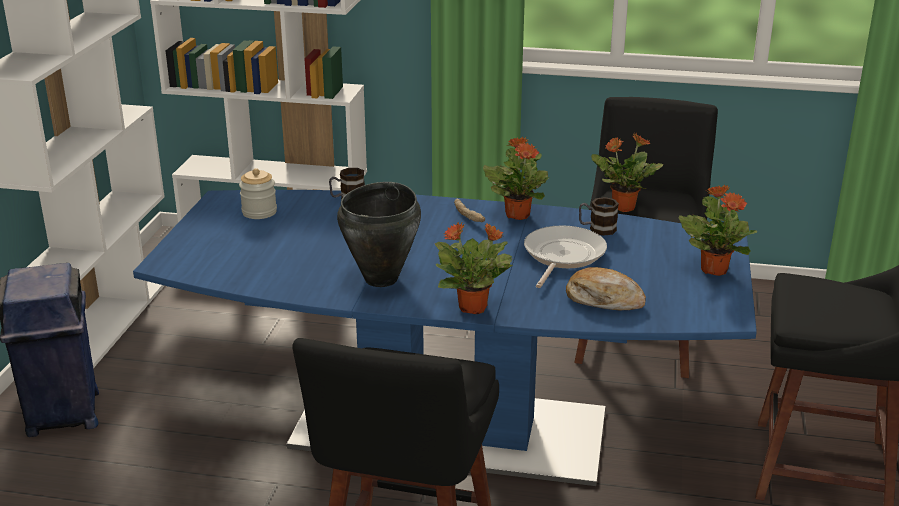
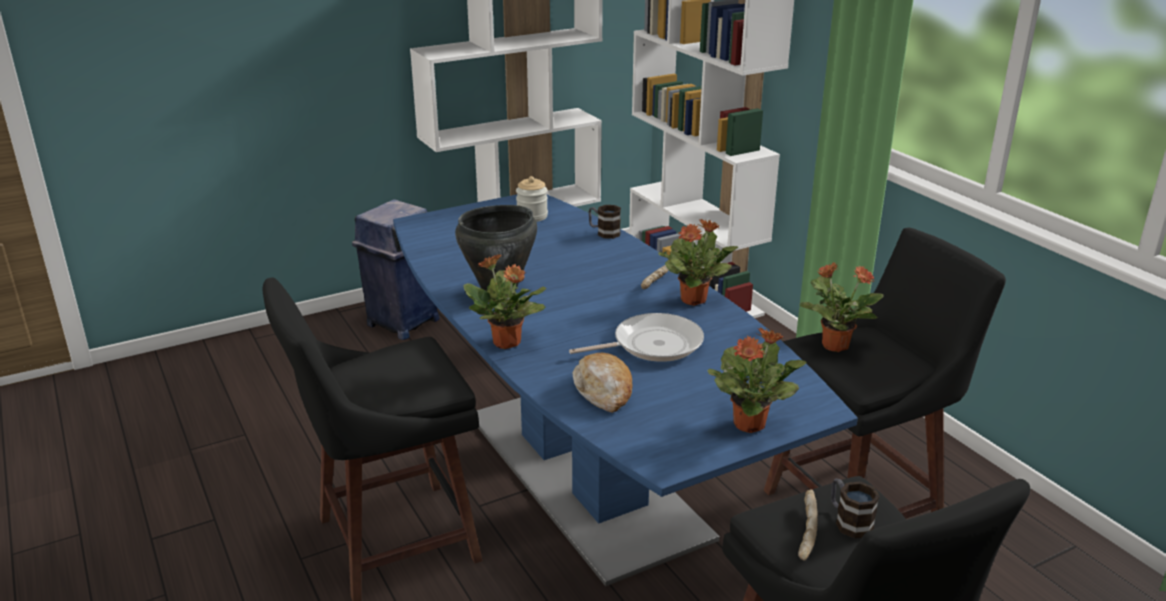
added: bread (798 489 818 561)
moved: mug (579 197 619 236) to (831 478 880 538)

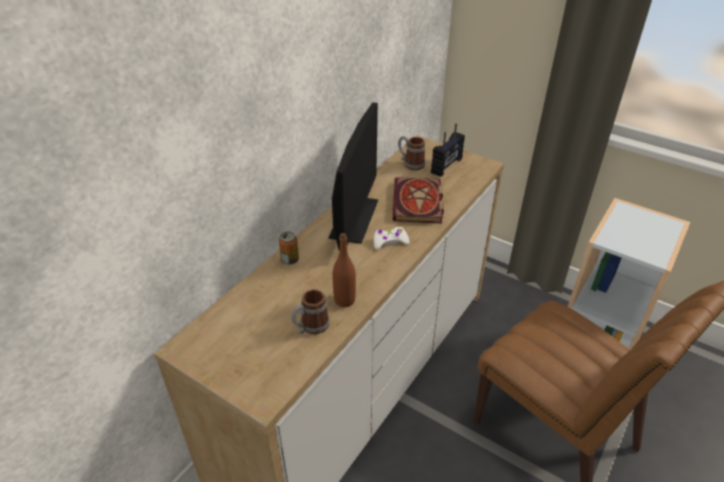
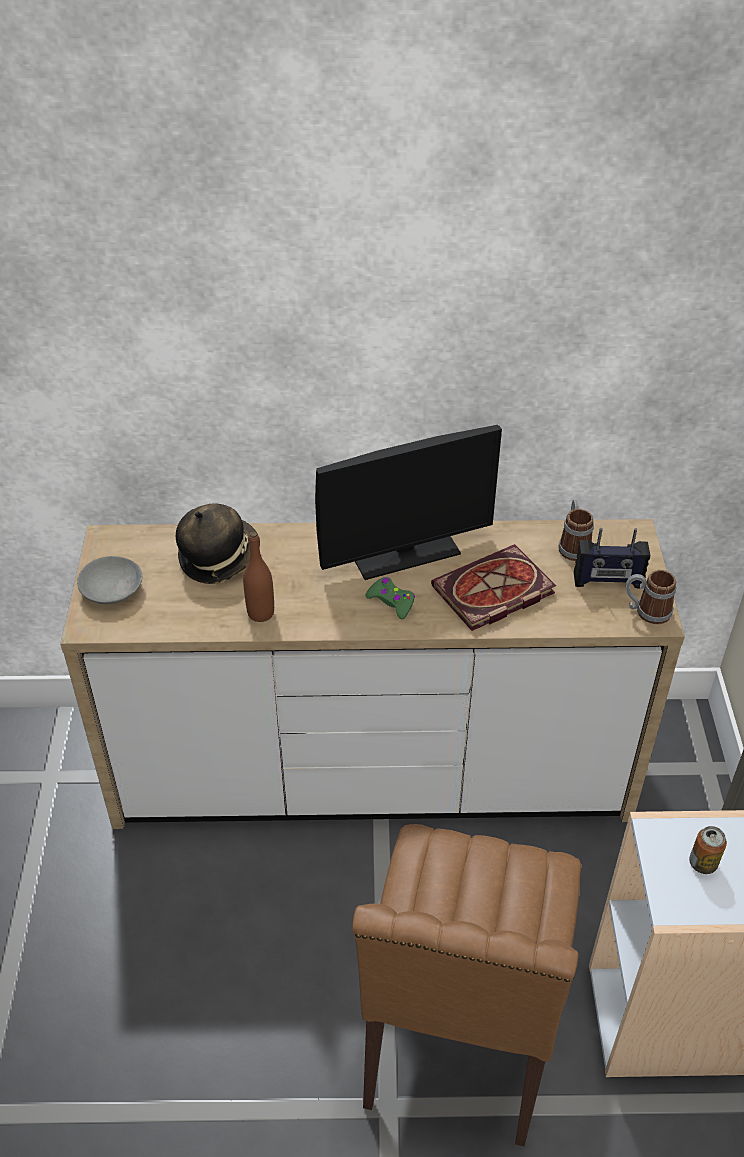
added: grey bowl (77 556 142 604); hat (176 503 260 584)
moved: mug (291 289 330 334) to (626 570 677 624); can (279 232 299 265) to (689 826 727 874)
recoloured: white game controller (374 227 410 249) to green game controller (365 577 415 619)

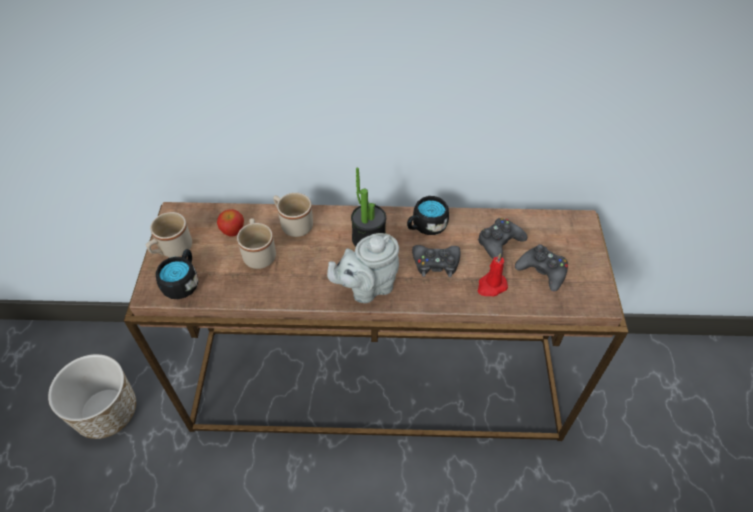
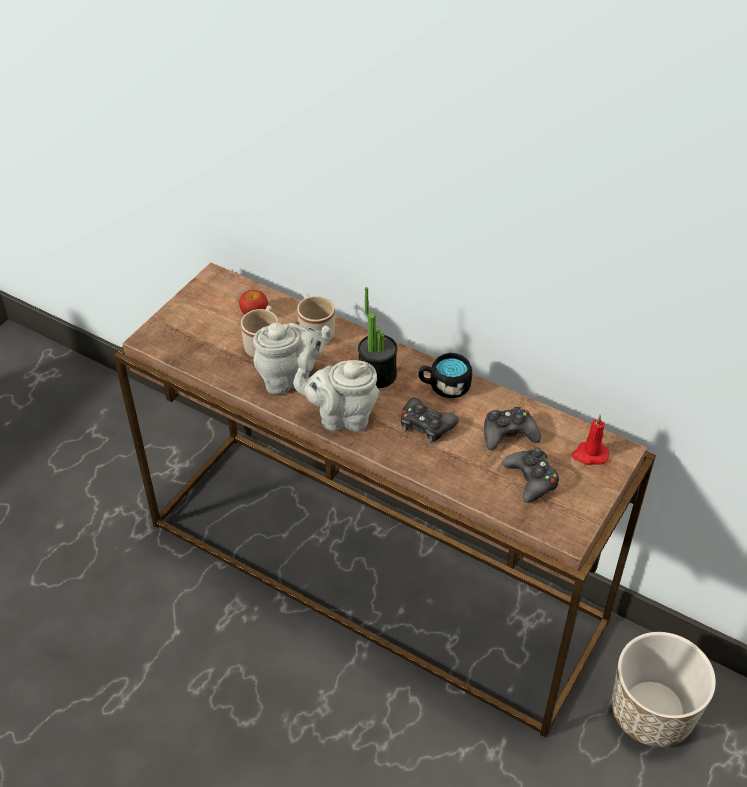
removed: beige mug (146 212 192 257); black mug (156 249 198 299)
added: grey teapot (253 323 333 394)
moved: red candle (478 253 508 296) to (571 415 609 465); planter (48 354 136 439) to (612 632 716 747)

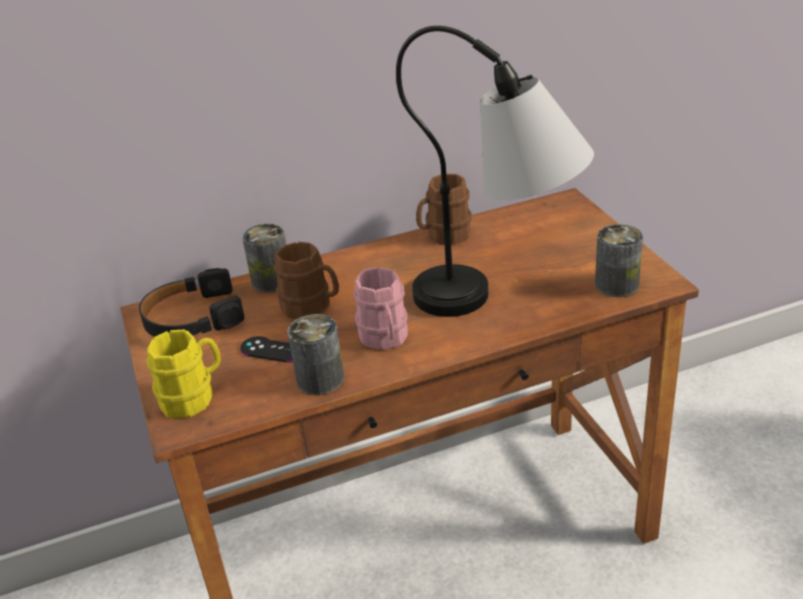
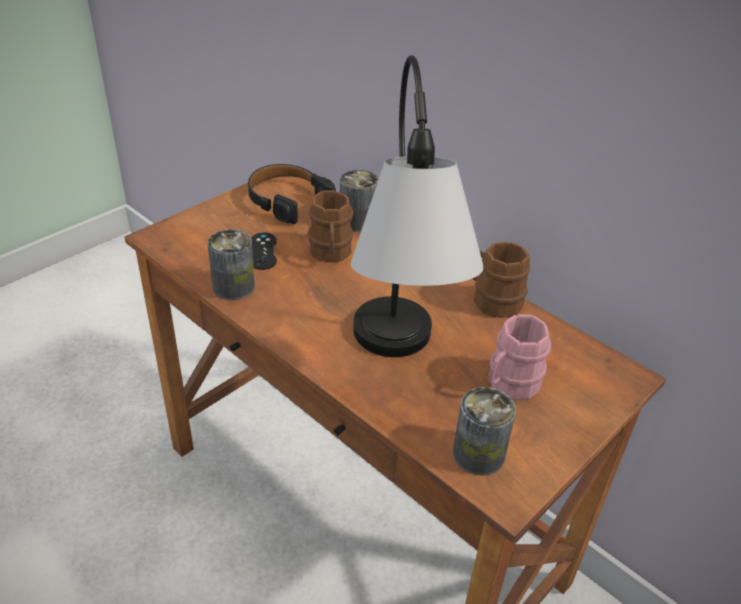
removed: yellow mug (146 329 221 418)
moved: pink mug (354 267 408 350) to (488 314 551 400)

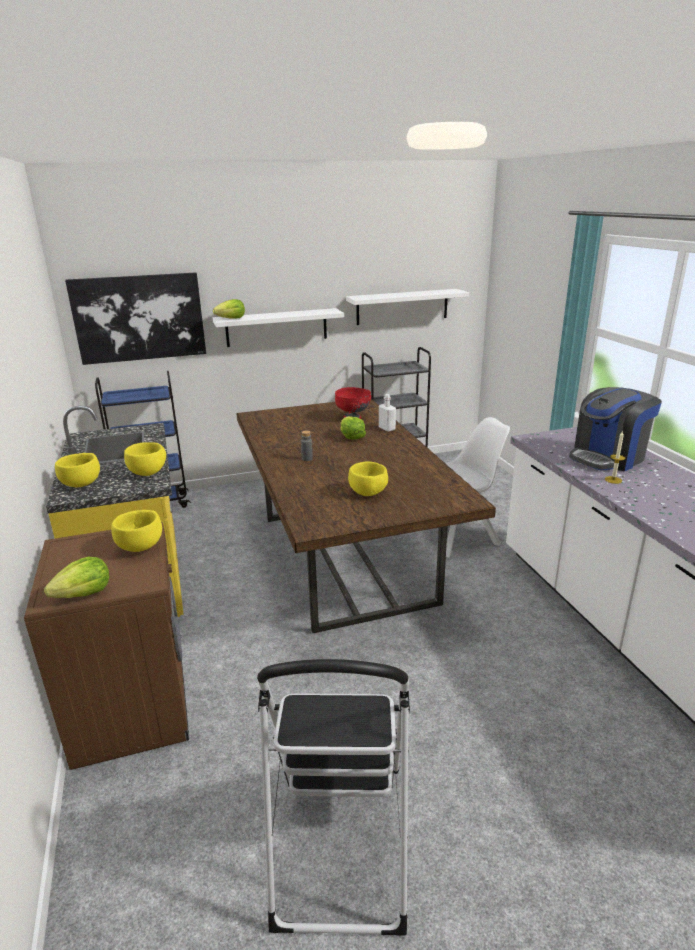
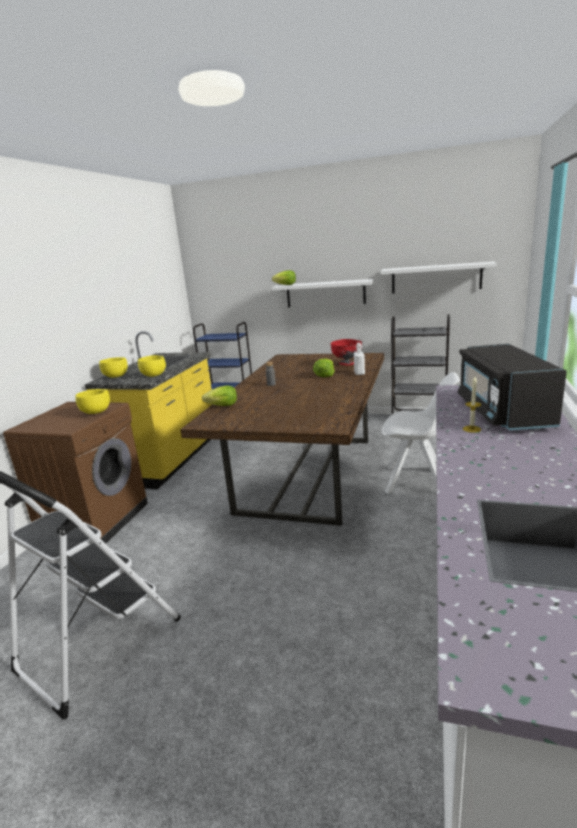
removed: picture (65 272 206 365); yellow bowl (348 462 388 496)
moved: lettuce (44 557 109 598) to (202 386 237 406)
replaced: coffee machine (569 387 662 471) to black microwave (458 344 567 430)

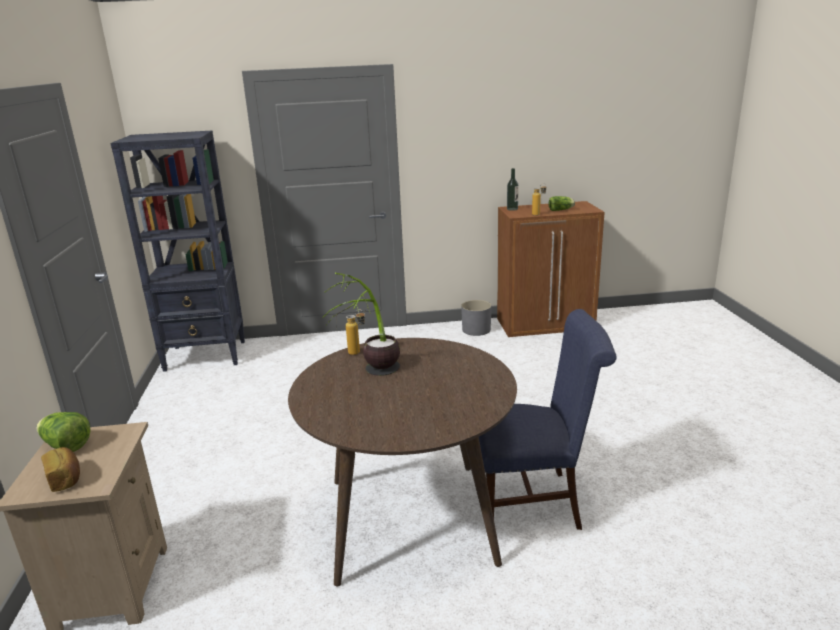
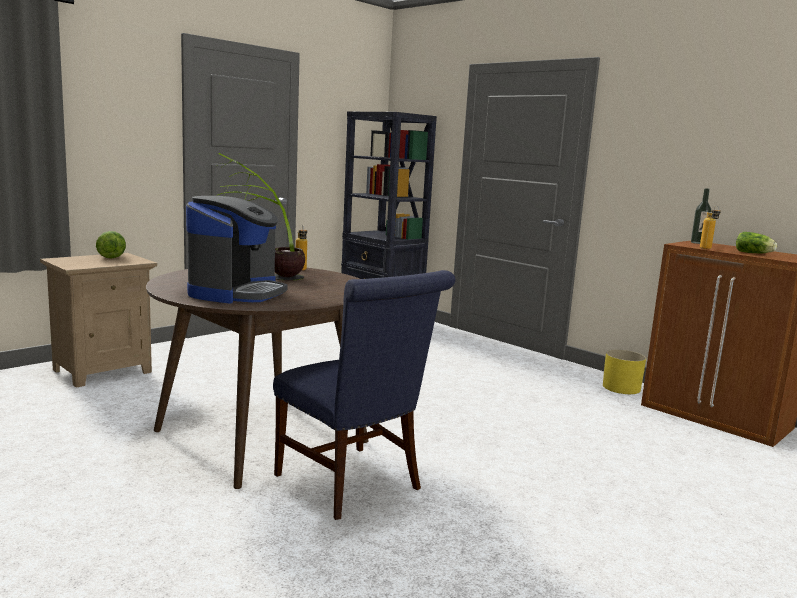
removed: bread (41 447 80 492)
added: coffee machine (186 196 287 304)
recoloured: grey planter (461 300 491 336) to yellow planter (603 349 646 394)

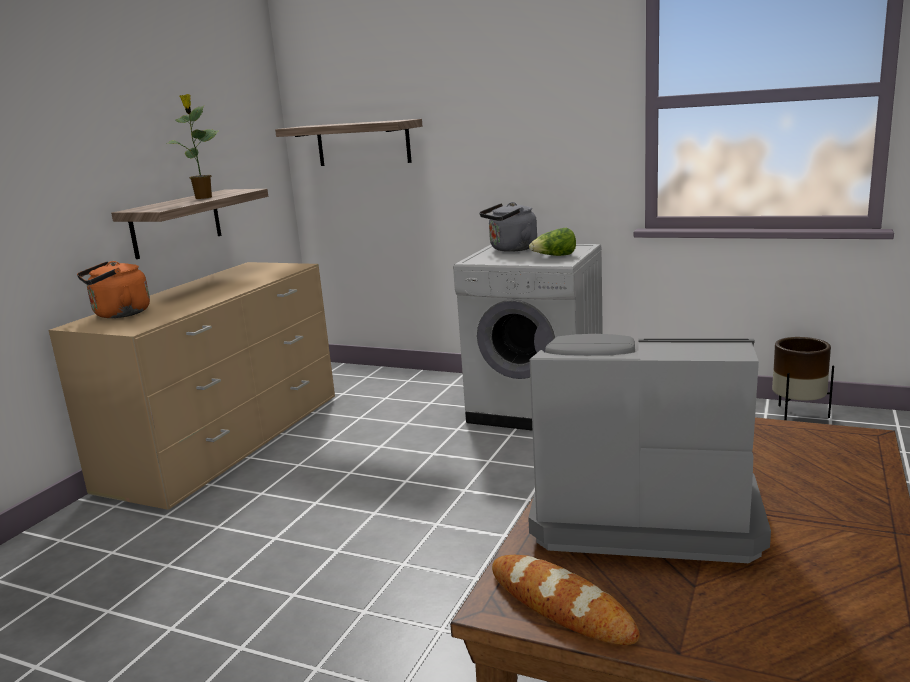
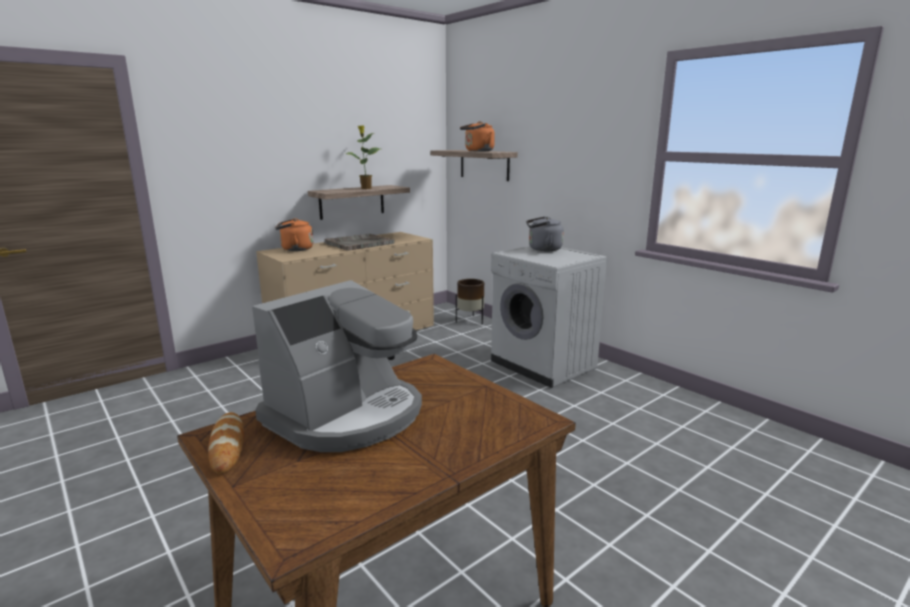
removed: lettuce (529 228 576 256)
added: grey tray (325 234 395 251); orange kettle (460 121 495 152)
moved: brown planter (772 337 834 420) to (456 279 484 325)
turned: coffee machine (528 334 771 563) = (252 280 422 452) 90 degrees clockwise

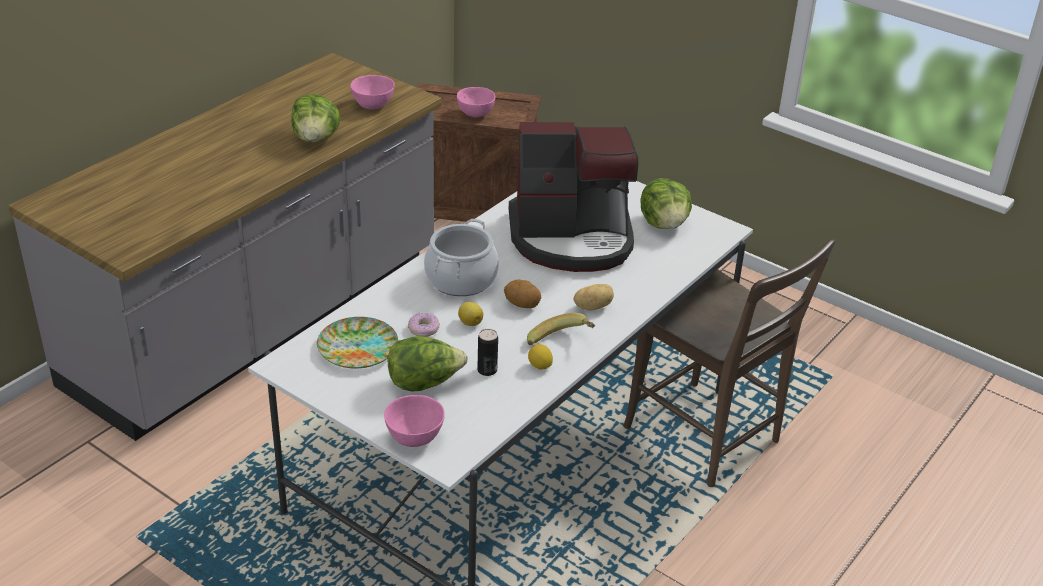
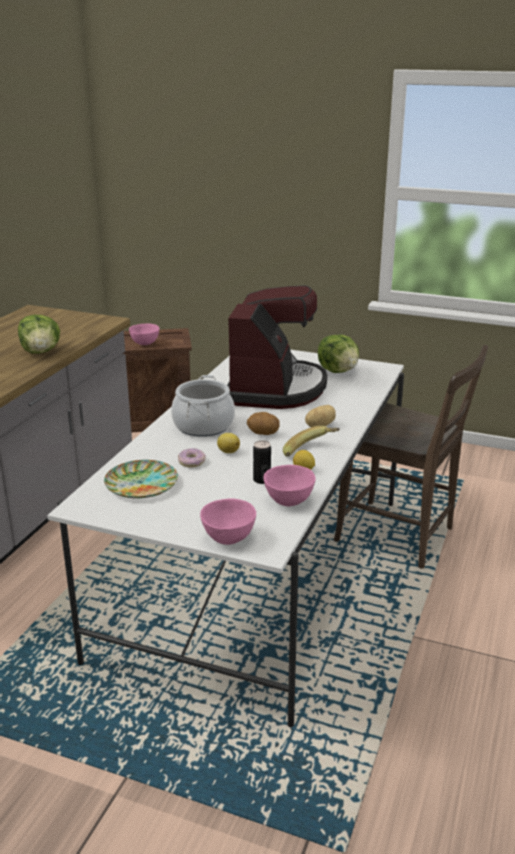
removed: lettuce (388 336 468 392)
moved: pink bowl (350 75 395 110) to (263 465 316 506)
turned: coffee machine (509 122 638 272) = (227 285 327 409) 60 degrees counterclockwise

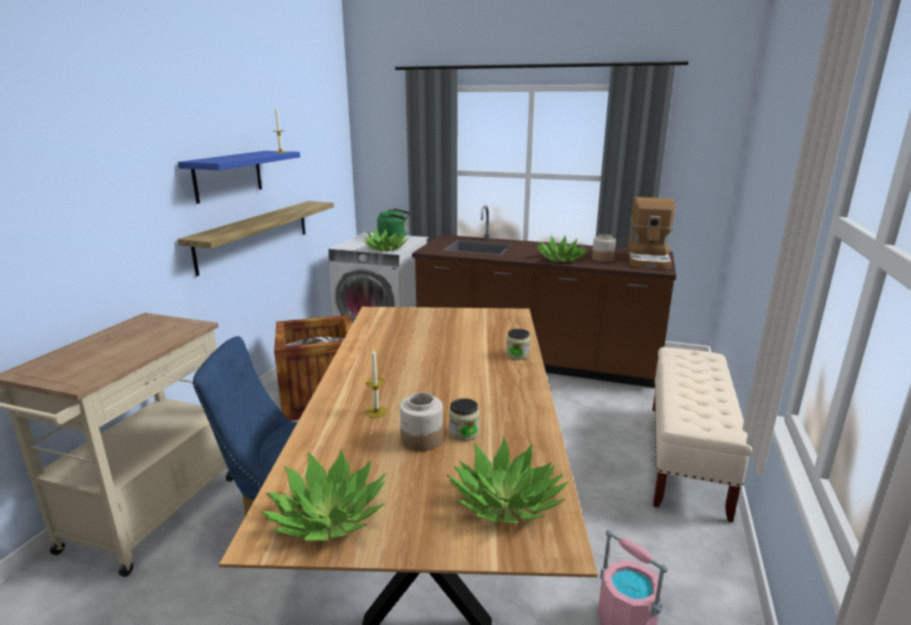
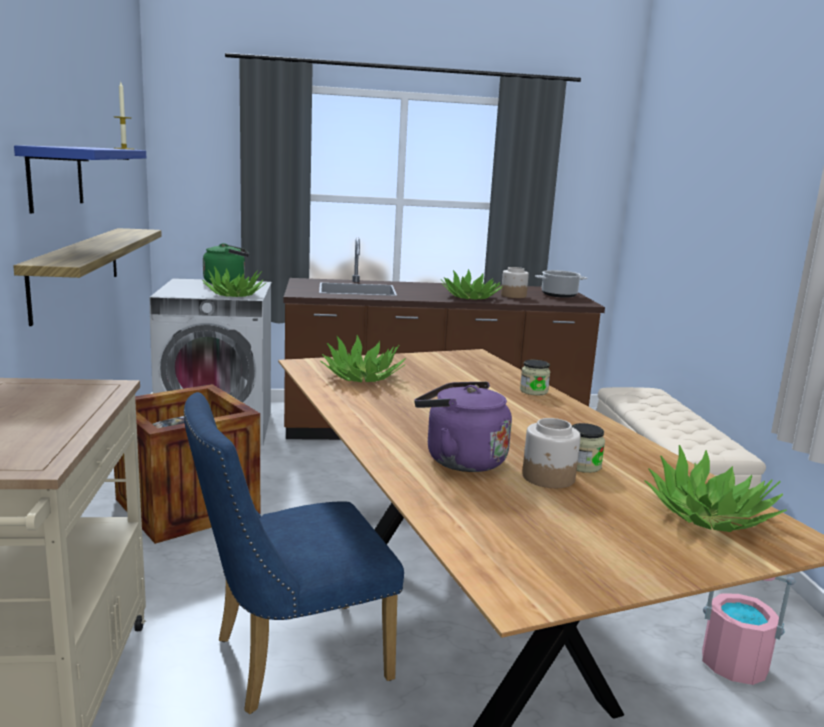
moved: potted plant (260 448 386 541) to (321 335 406 382)
replaced: candle (366 348 388 418) to purple kettle (415 381 512 472); coffee machine (628 197 676 269) to cooking pot (535 270 587 298)

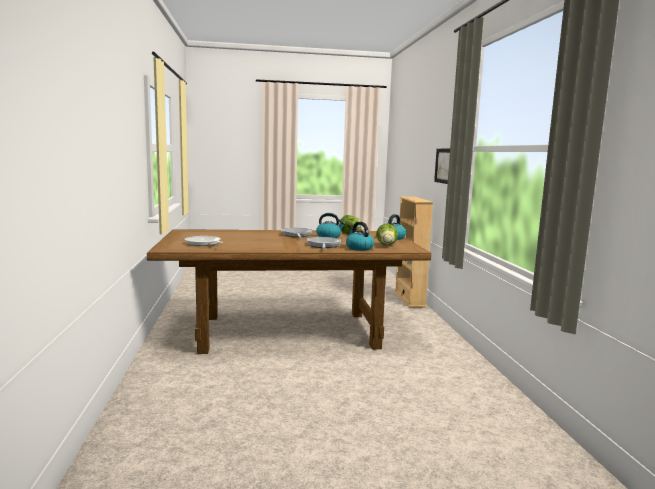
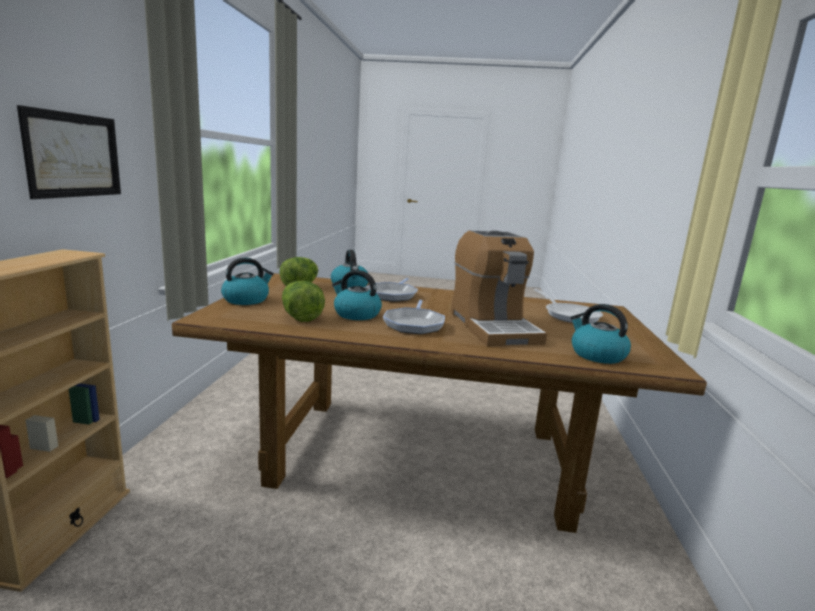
added: coffee machine (451 230 547 346); kettle (570 304 631 364)

